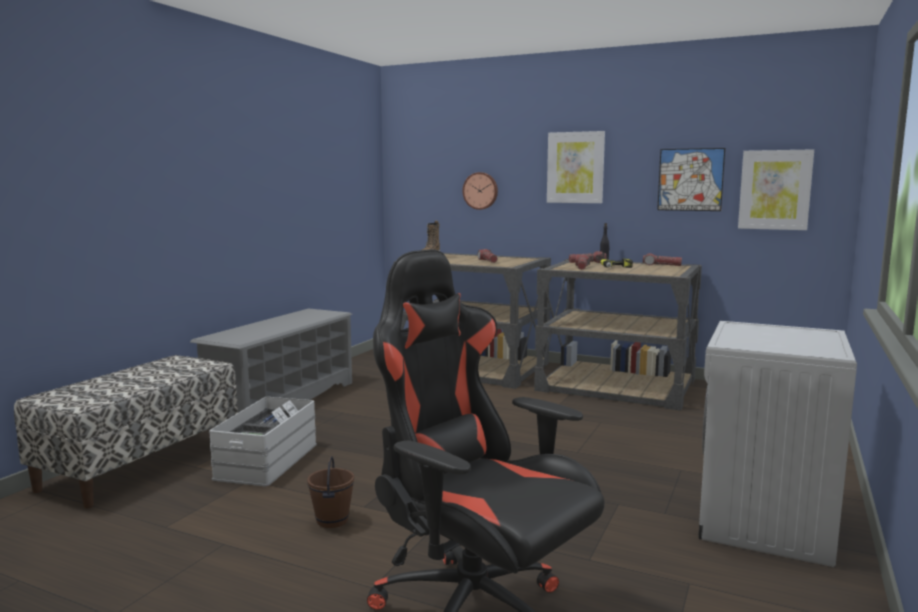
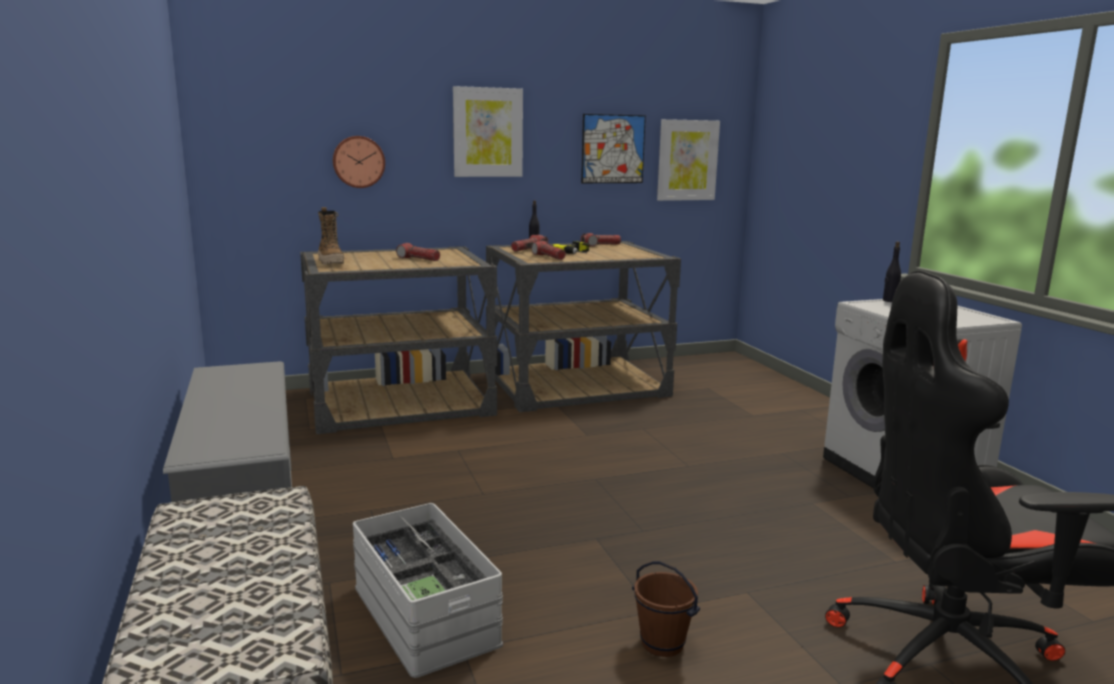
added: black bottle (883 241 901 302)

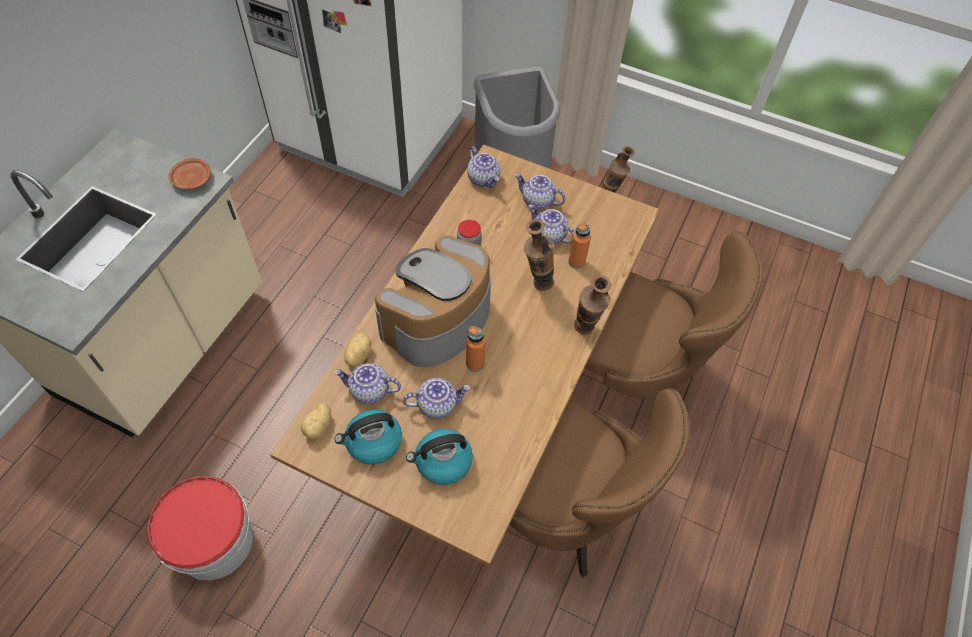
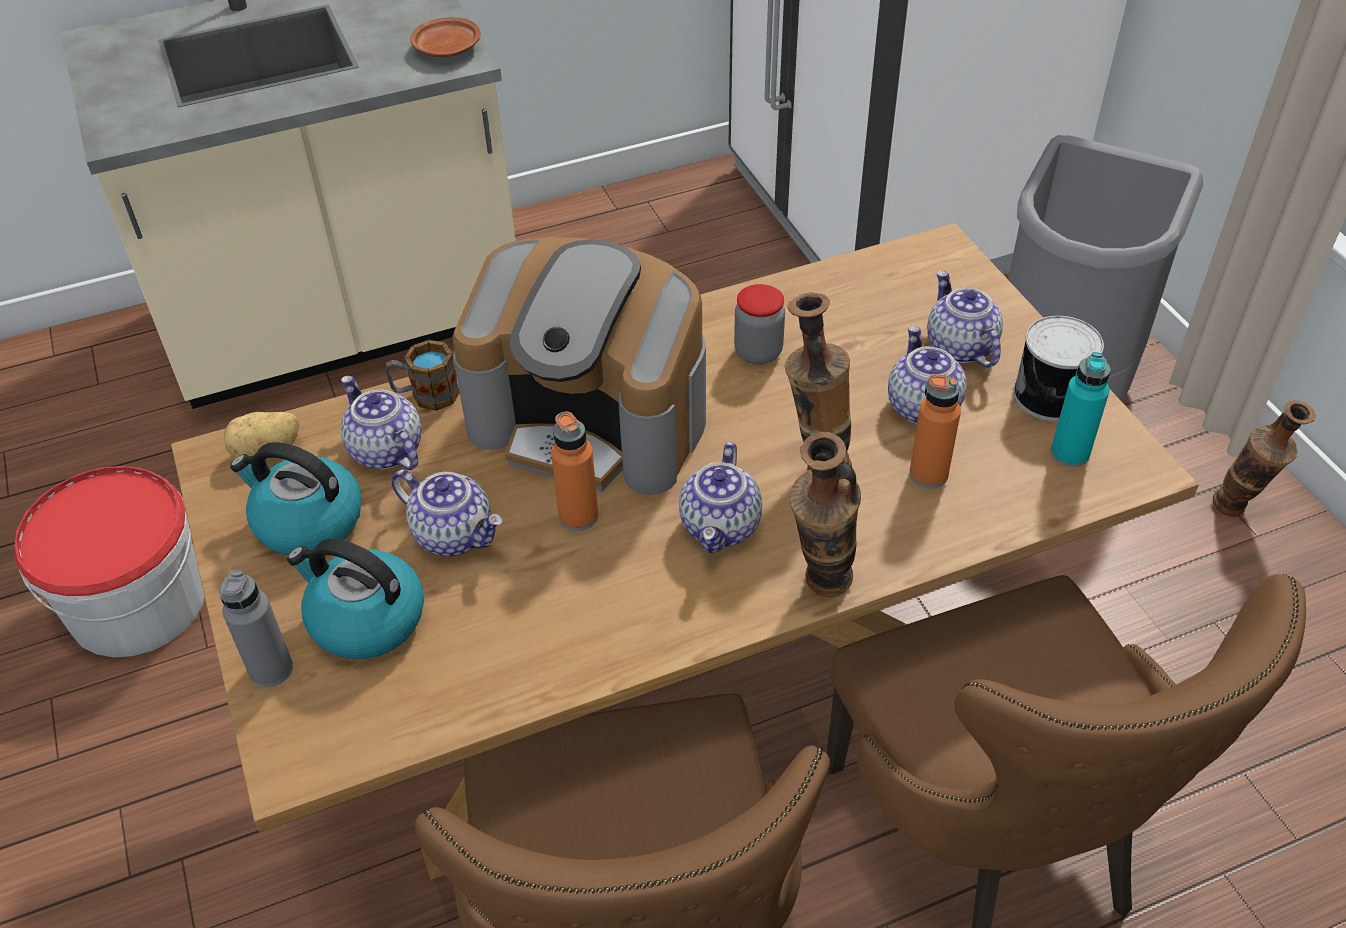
added: grey bottle (219 570 293 687); can (1013 316 1104 421); turquoise bottle (1051 352 1111 467)
moved: teapot (467 146 500 188) to (679 442 762 553)
replaced: potato (344 333 371 367) to mug (385 340 460 410)
turned: coffee machine (375 235 491 367) = (452 237 706 495) 150 degrees counterclockwise

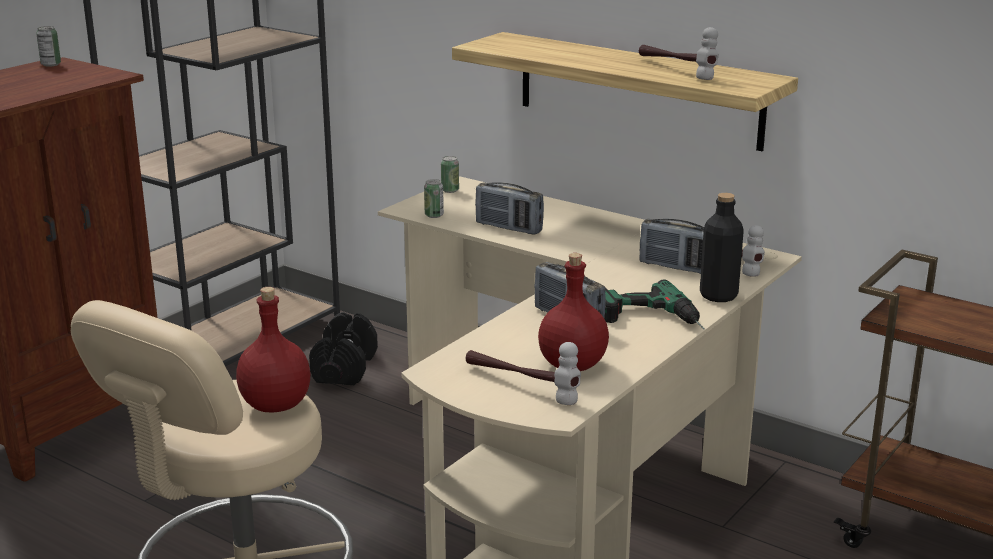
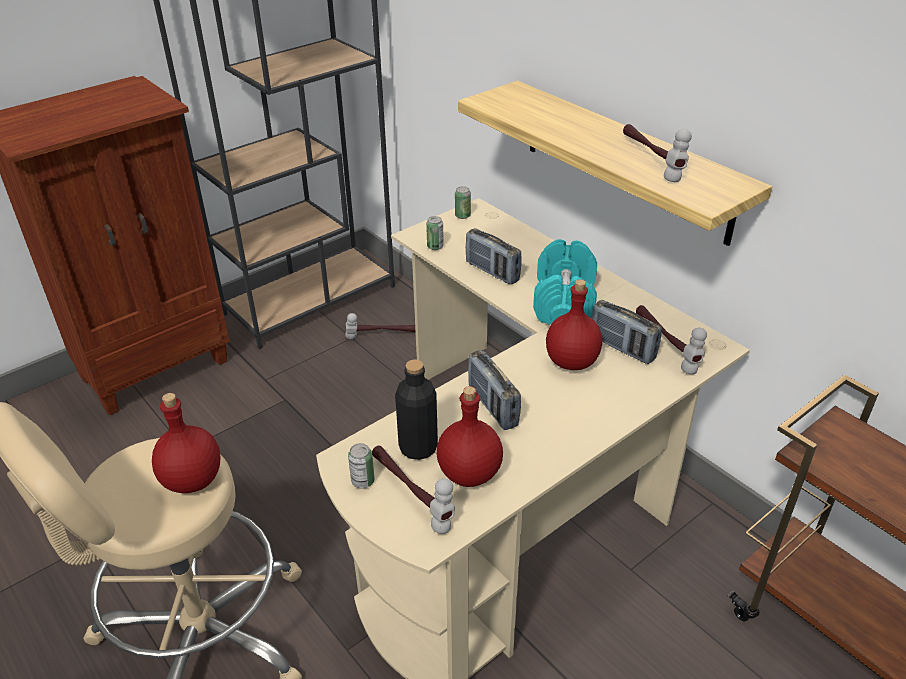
removed: power drill (604 280 704 329)
added: turquoise dumbbell (533 239 597 324); red bottle (546 279 602 370)
moved: can (36 26 61 67) to (348 443 375 488); black bottle (700 193 744 302) to (395 359 438 460)
replaced: black dumbbell (309 312 378 385) to hammer (345 313 415 339)

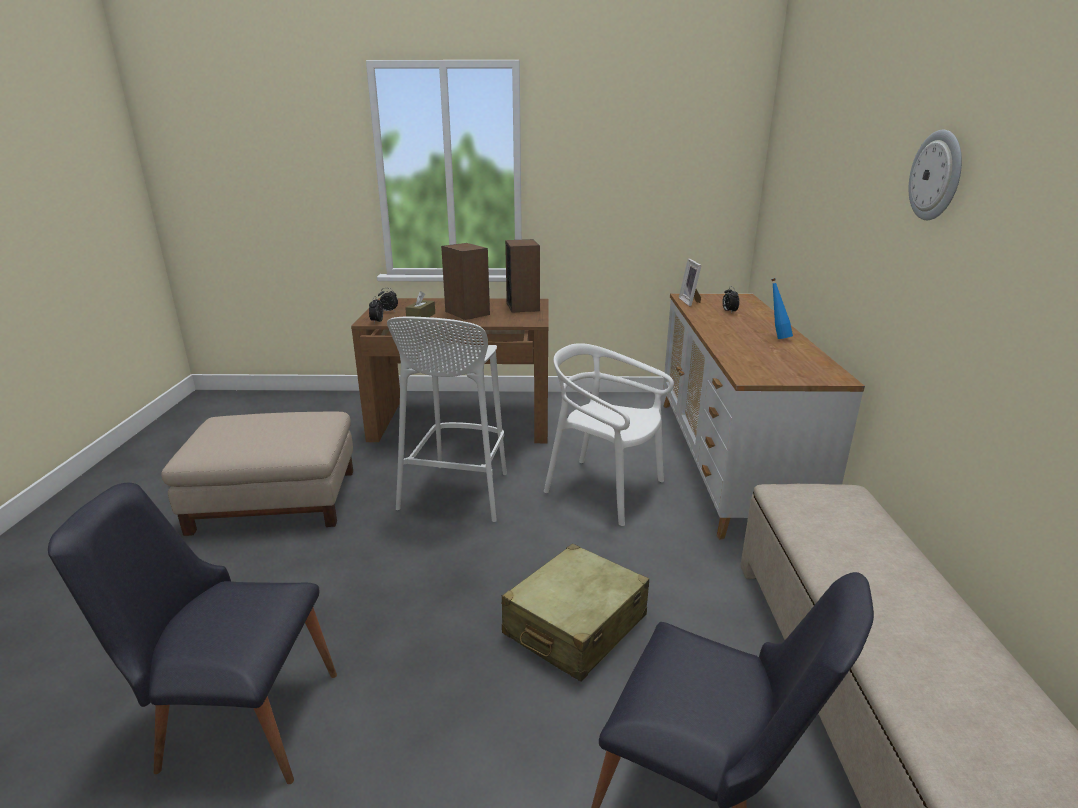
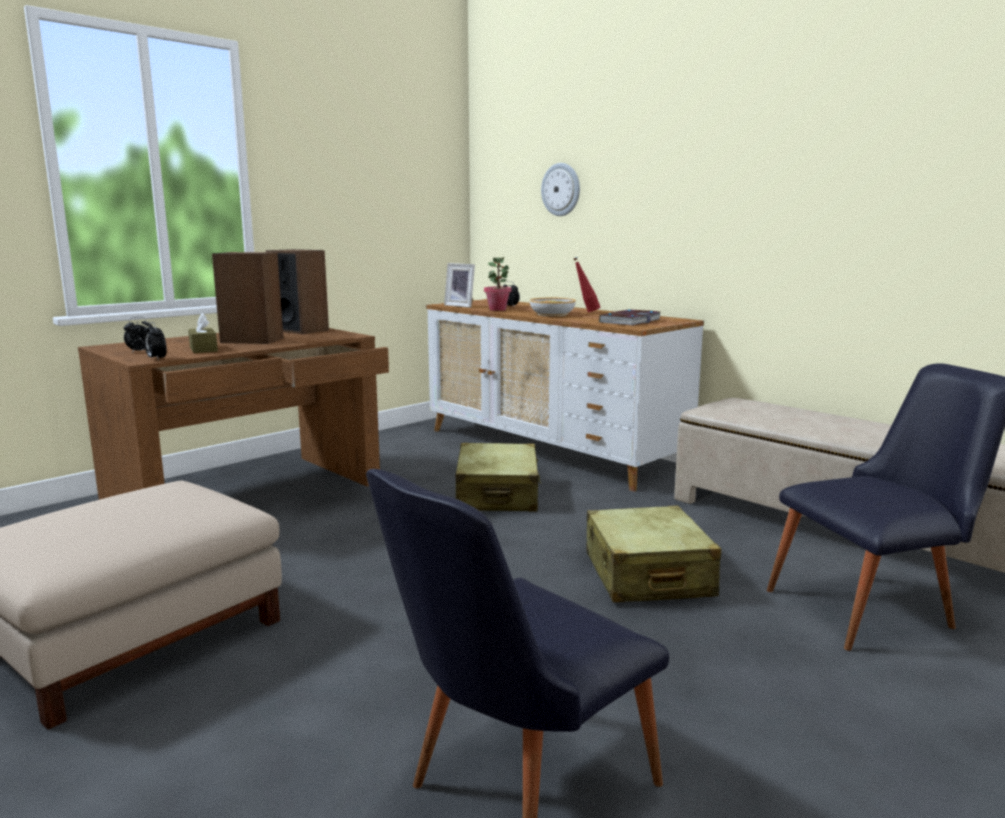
removed: white stool (387 317 507 522)
added: potted plant (484 257 512 311); bowl (530 298 576 316); book (599 309 661 326)
moved: wall clock (909 130 962 220) to (541 163 580 216)
replaced: white chair (544 343 674 526) to beige suitcase (455 443 541 512)
recoloured: blue bottle (771 278 793 339) to red bottle (574 257 600 312)

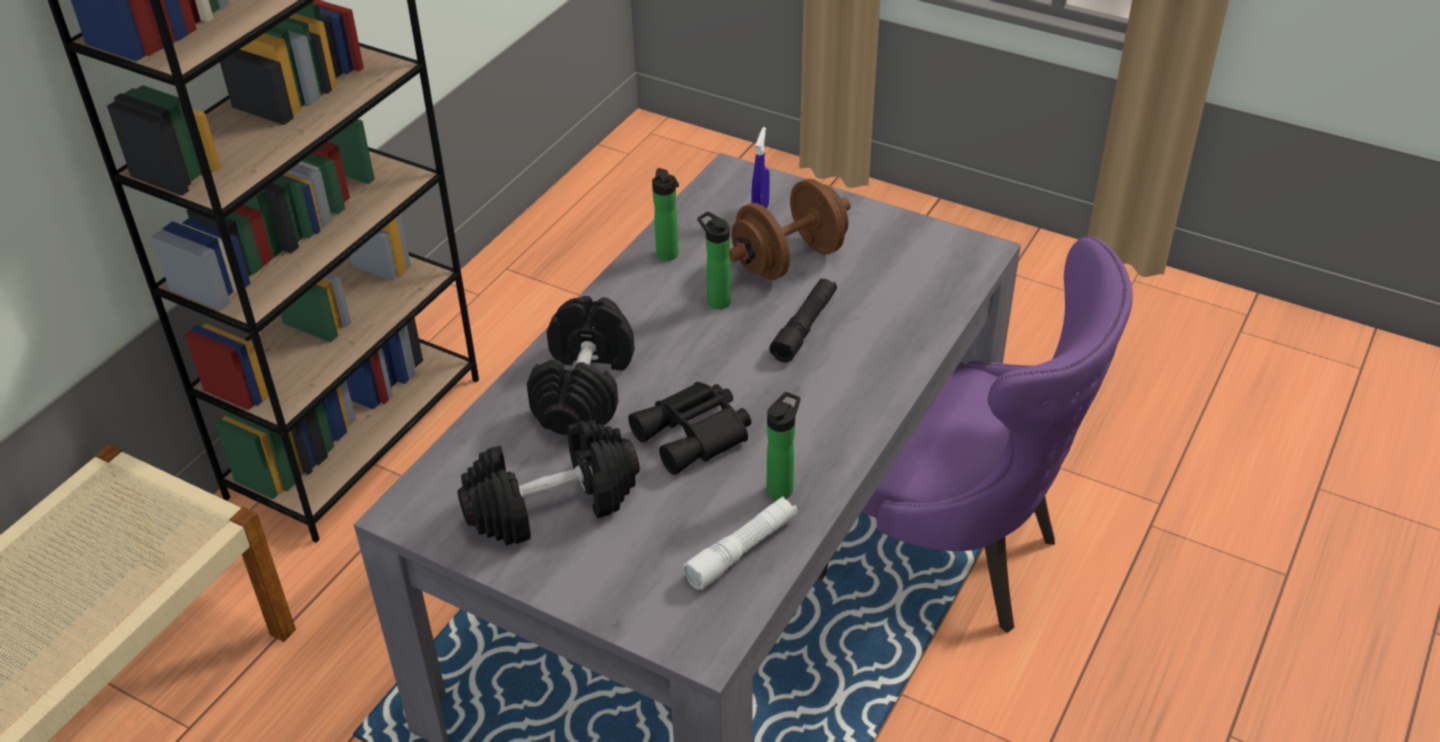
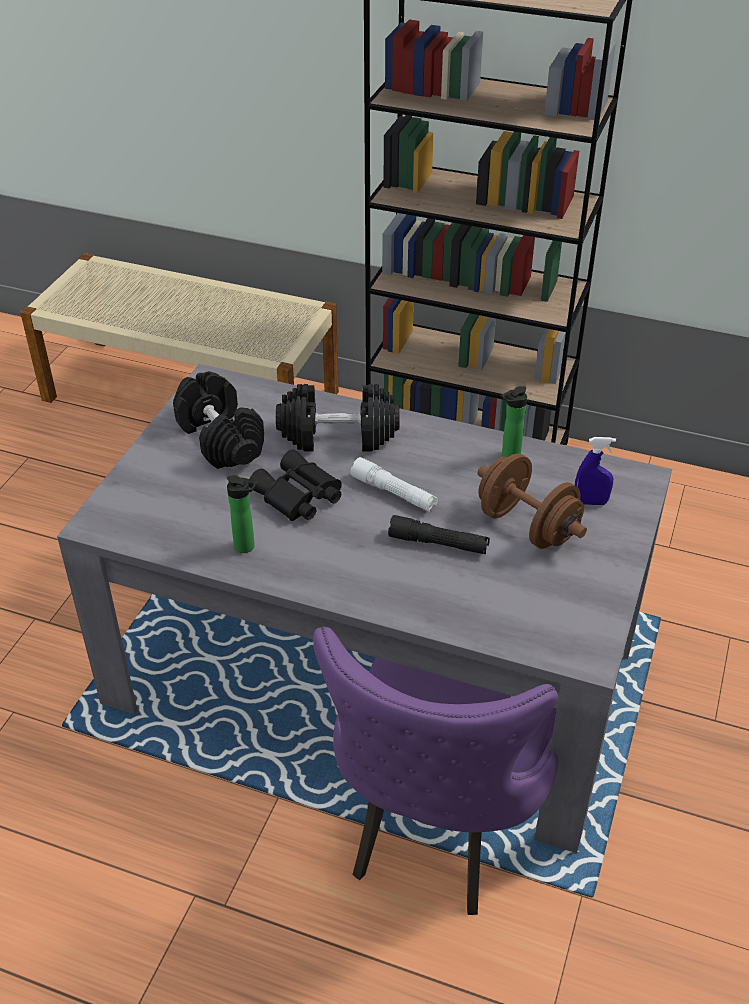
removed: bottle (697 211 731 309)
moved: white flashlight (683 496 798 590) to (350 457 438 512)

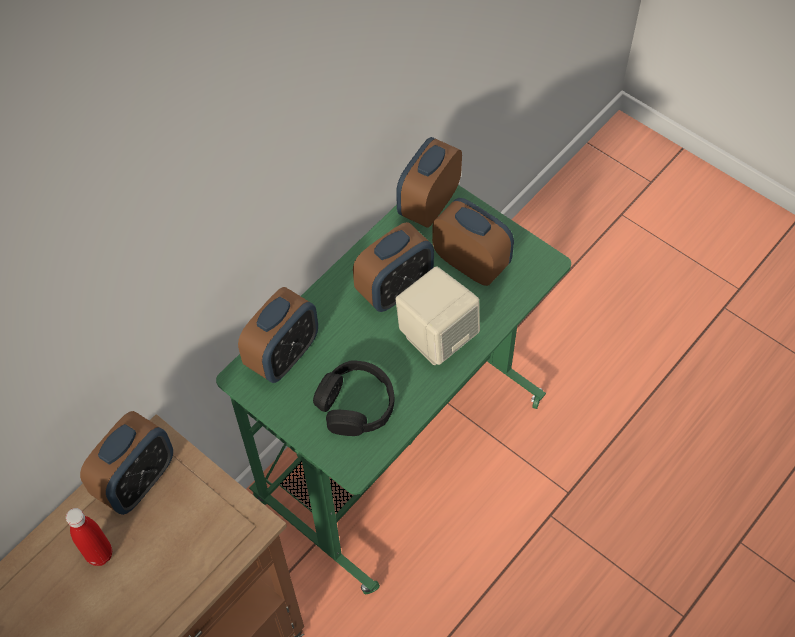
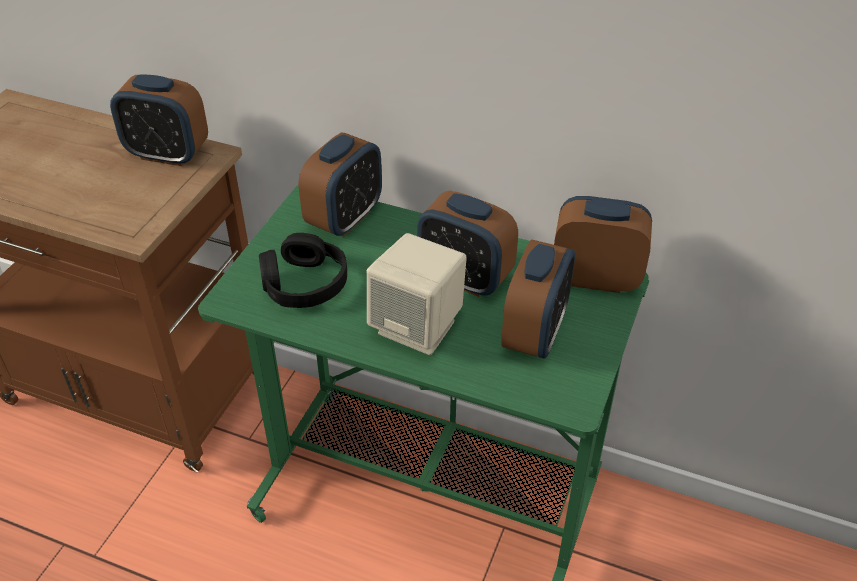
removed: red bottle (66 508 112 566)
turned: alarm clock (238 287 318 383) = (298 133 382 237) 75 degrees counterclockwise

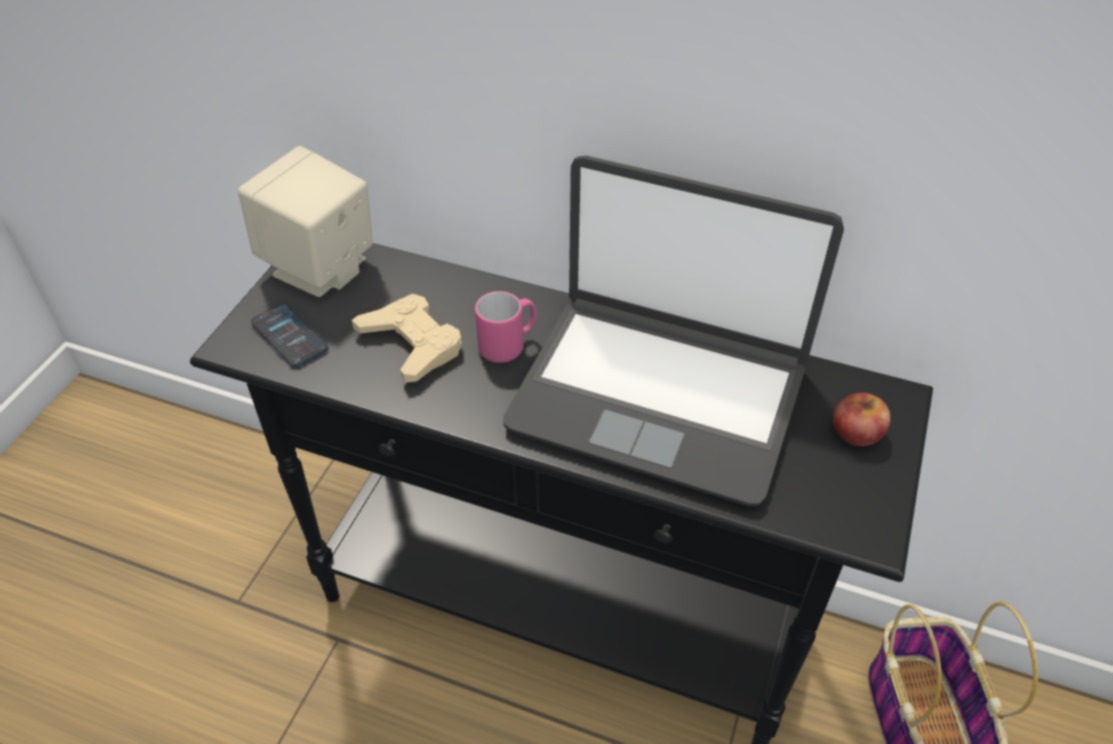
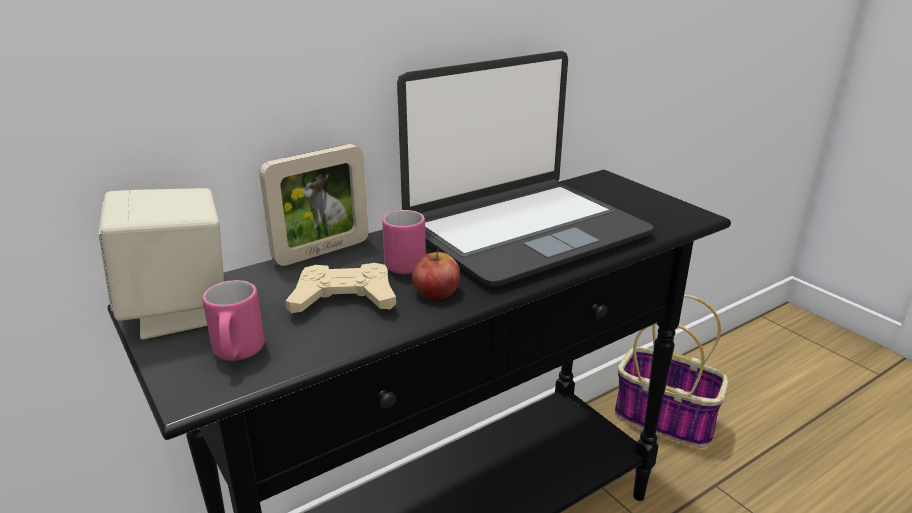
added: picture frame (259 144 369 266)
moved: apple (833 393 891 446) to (412 249 460 299)
replaced: phone (251 303 328 367) to pink mug (202 280 265 361)

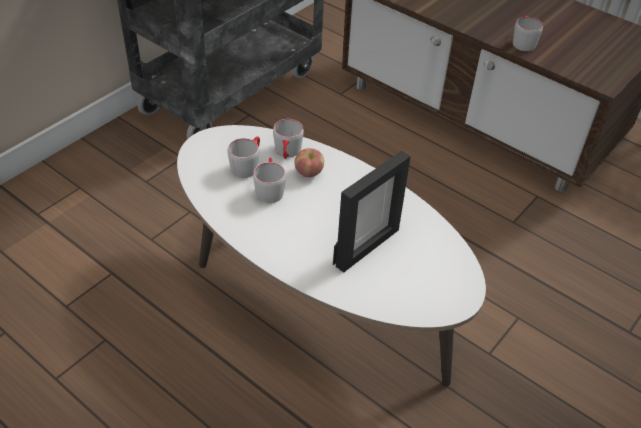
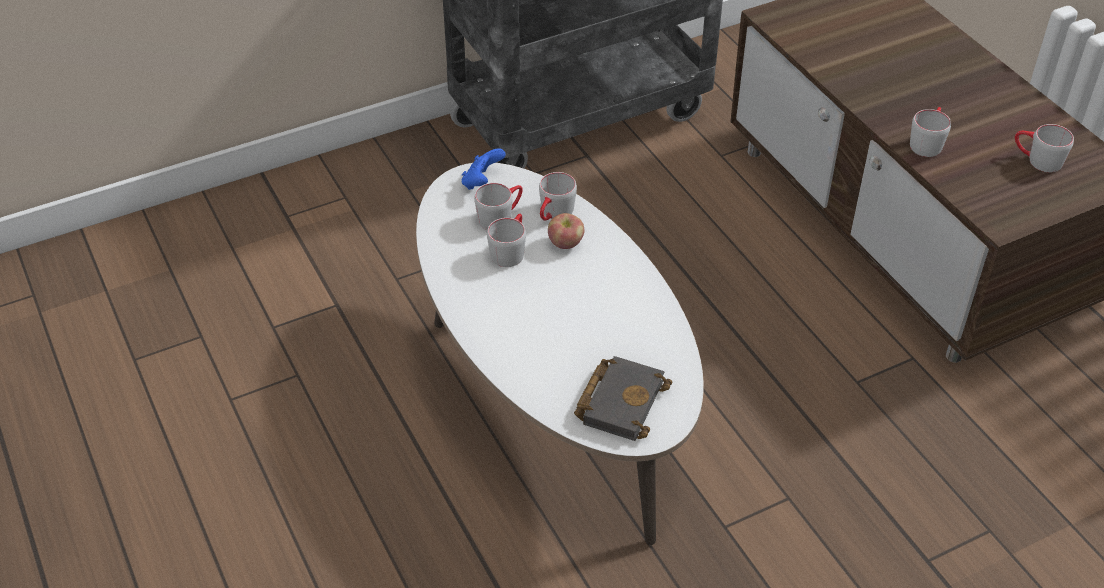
removed: picture frame (333 151 411 273)
added: blue game controller (462 148 506 190); black book (574 356 672 441); grey mug (1015 124 1074 173)

